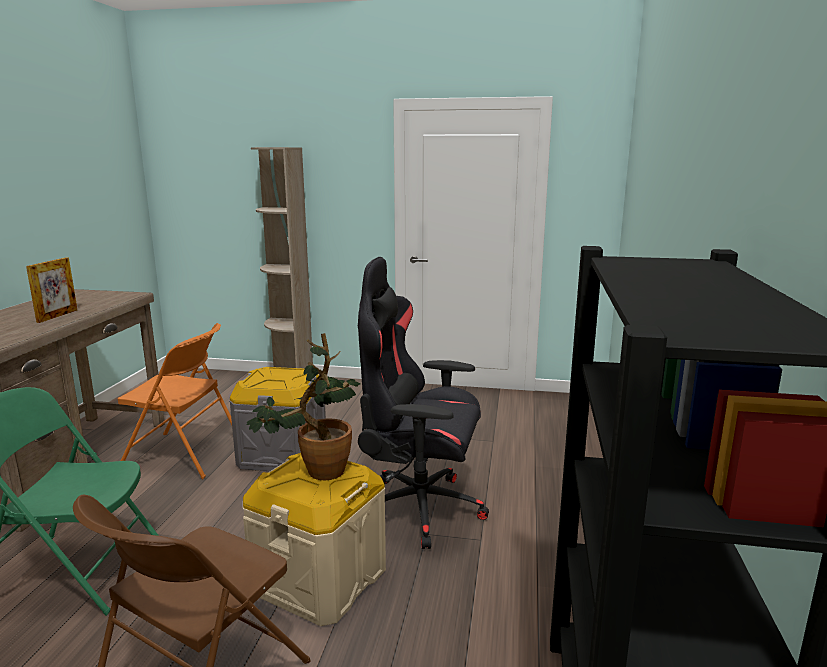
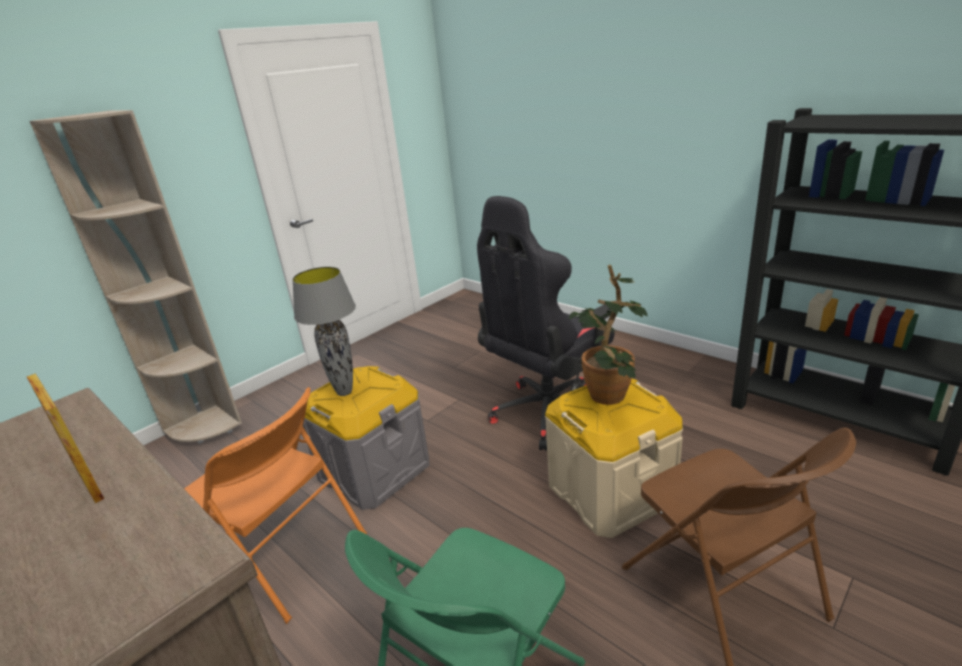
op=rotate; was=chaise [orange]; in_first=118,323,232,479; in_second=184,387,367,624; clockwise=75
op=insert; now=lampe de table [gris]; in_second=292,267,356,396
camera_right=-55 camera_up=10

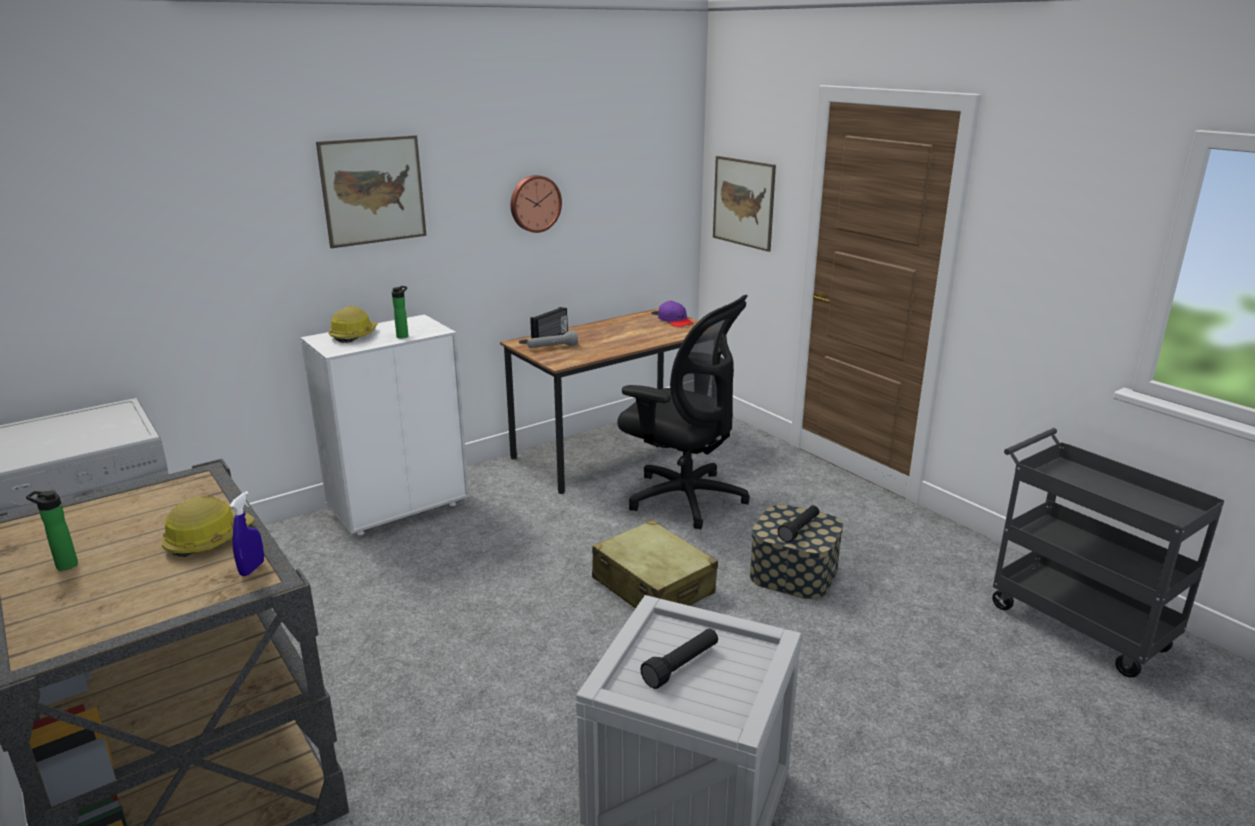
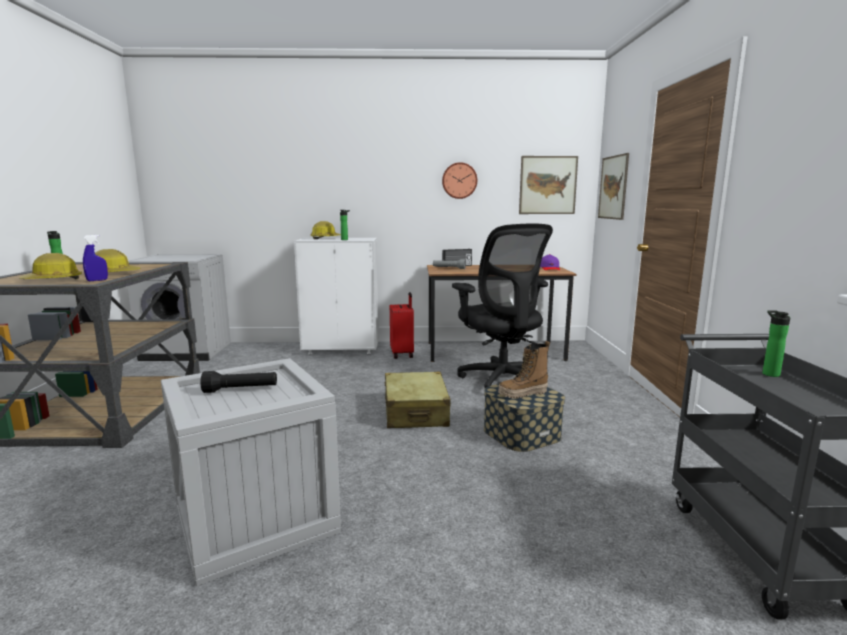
op=insert; now=casque de chantier; in_second=19,253,82,279
op=insert; now=valise [rouge]; in_second=390,292,414,359
op=replace; was=lampe de poche [noir]; now=botte; in_first=777,505,819,542; in_second=498,341,550,399
op=move; was=tableau; in_first=316,135,427,248; in_second=519,156,578,214
op=insert; now=bouteille; in_second=762,310,790,377
camera_right=35 camera_up=-10

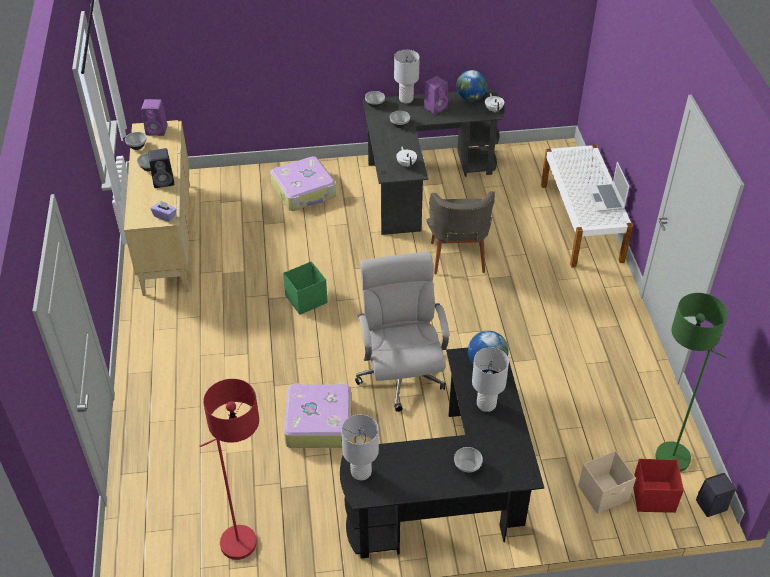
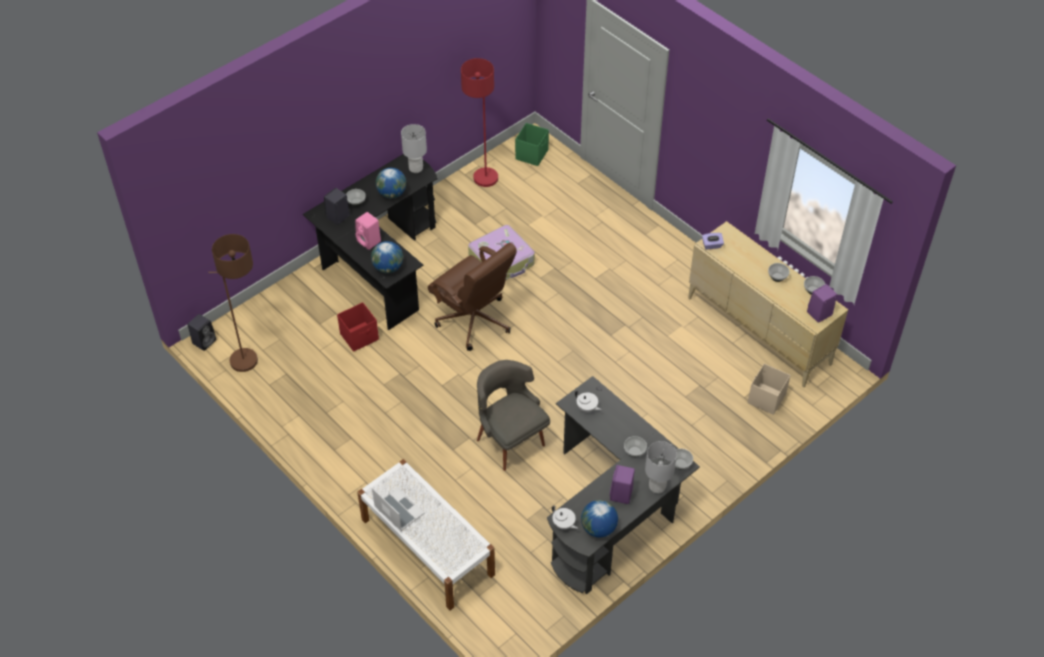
op=recolor; was=lampadaire [vert]; now=lampadaire [marron]; in_first=655,293,728,472; in_second=209,234,258,372
op=move; was=enceinte [noir]; in_first=148,148,174,188; in_second=324,188,350,225
op=move; was=boîte de rangement [rouge]; in_first=633,459,684,513; in_second=337,302,379,352
op=replace; was=lampe de table [gris]; now=enceinte [rose]; in_first=472,347,509,412; in_second=355,212,381,250
op=insert; now=globe; in_second=376,168,406,198
op=recolor; was=chaise de bureau [gris]; now=chaise de bureau [marron]; in_first=355,252,450,412; in_second=428,243,517,351
op=move; was=boîte de rangement [vert]; in_first=283,261,328,315; in_second=515,123,549,166
op=move; was=boîte de rangement [beige]; in_first=578,451,636,514; in_second=748,364,791,415
op=delete; was=valise; in_first=270,156,336,211
camera_right=145 camera_up=5

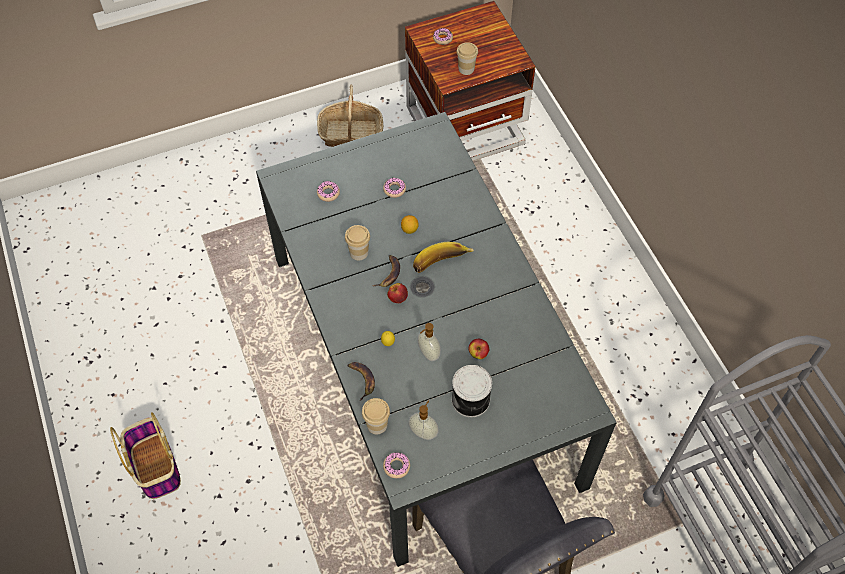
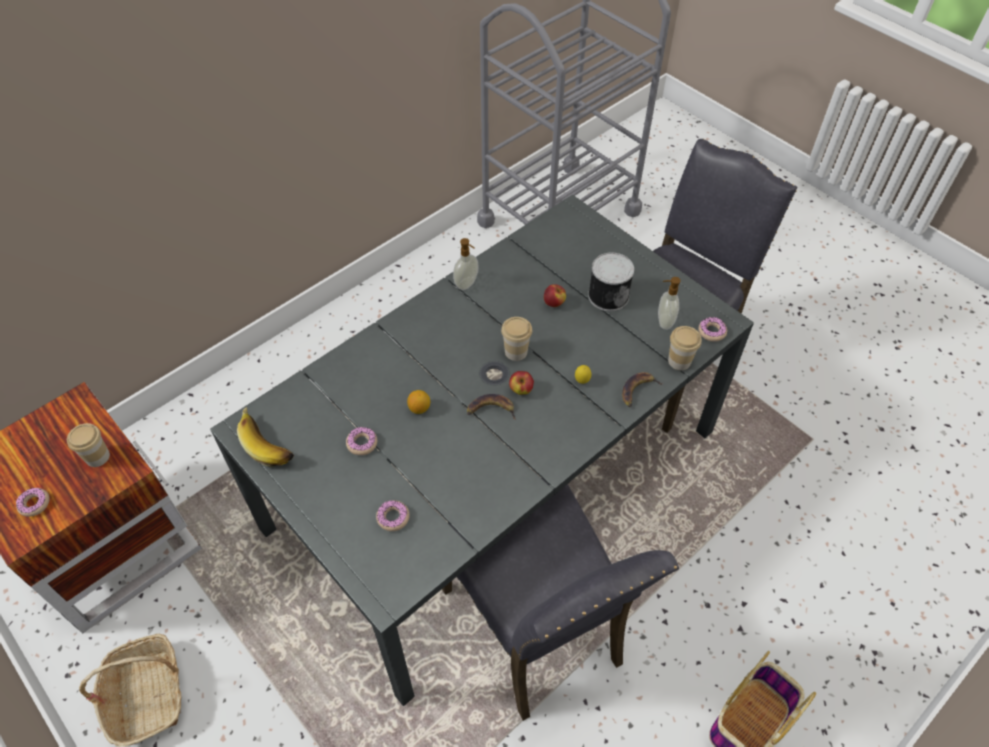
op=move; was=banane; in_first=413,242,474,273; in_second=237,407,294,466
op=insert; now=chaise [gris]; in_second=442,478,679,721
op=move; was=distributeur de savon; in_first=418,323,441,361; in_second=453,238,479,290
op=move; was=tasse; in_first=345,225,370,260; in_second=501,317,532,361
camera_right=-110 camera_up=-5

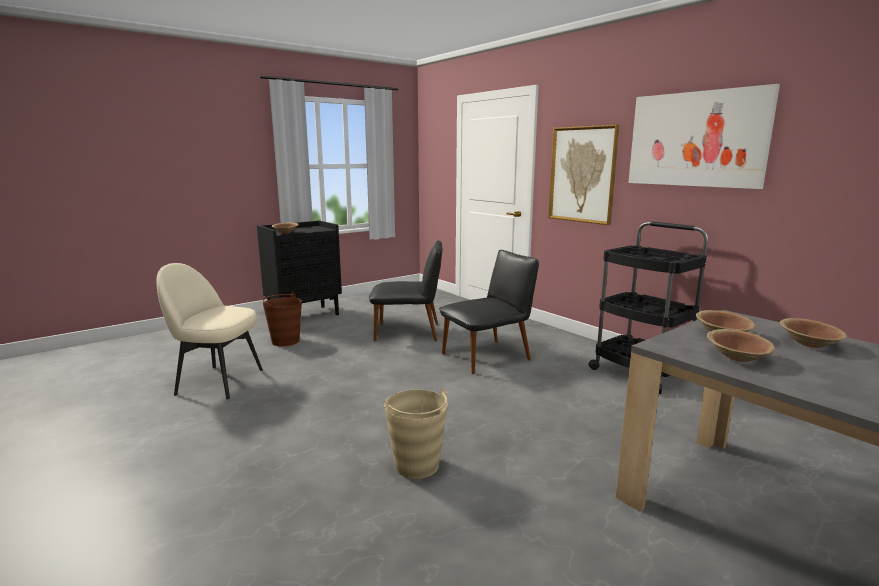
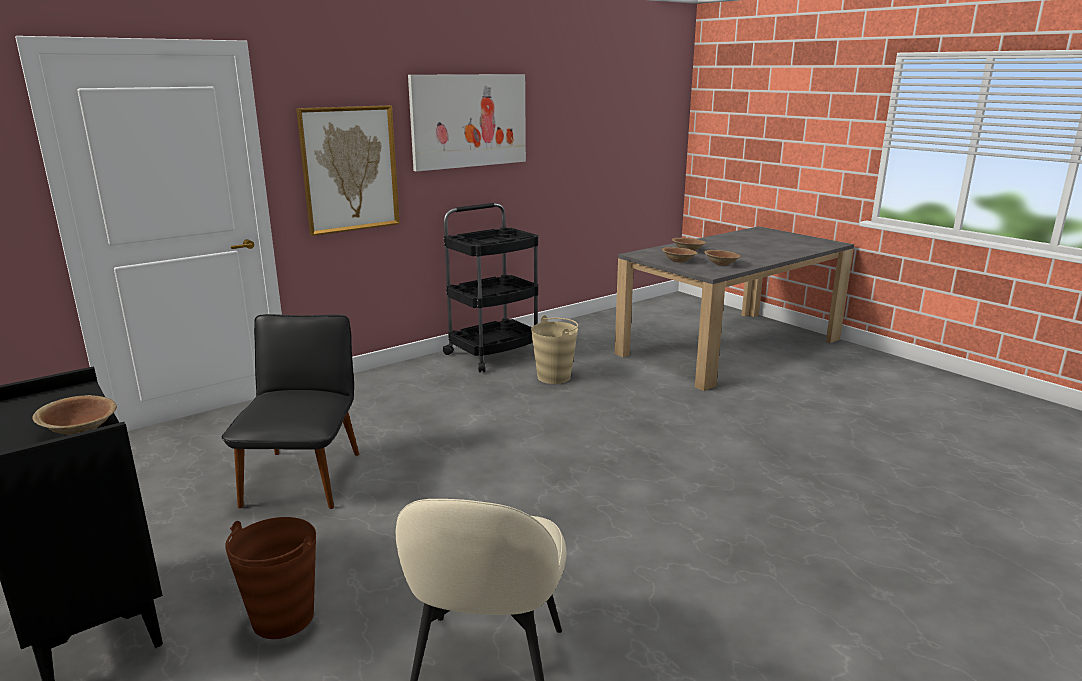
op=move; was=seau [beige]; in_first=384,388,448,479; in_second=531,315,578,384
op=delete; was=chaise [noir]; in_first=439,250,539,374
camera_right=-90 camera_up=5

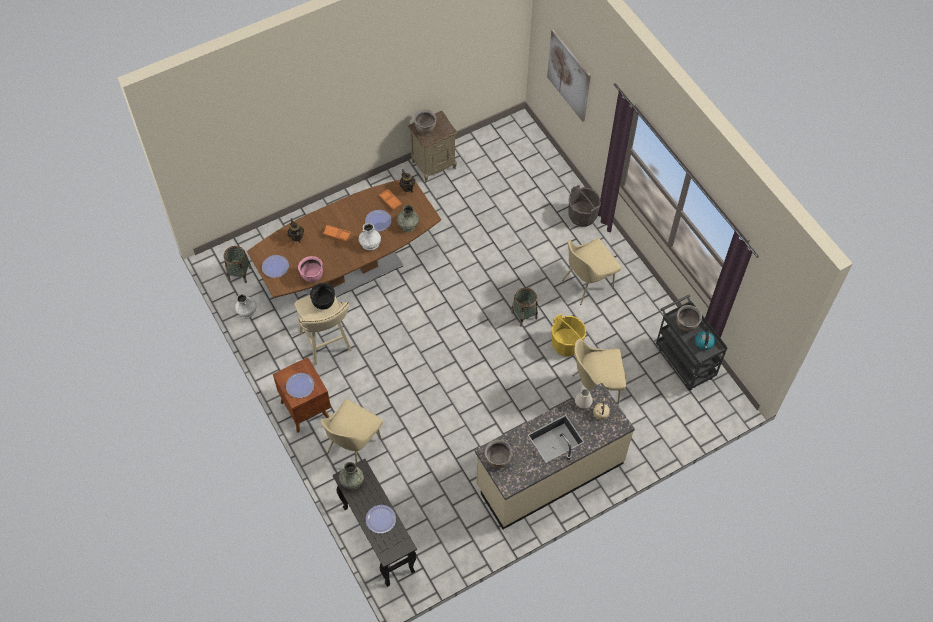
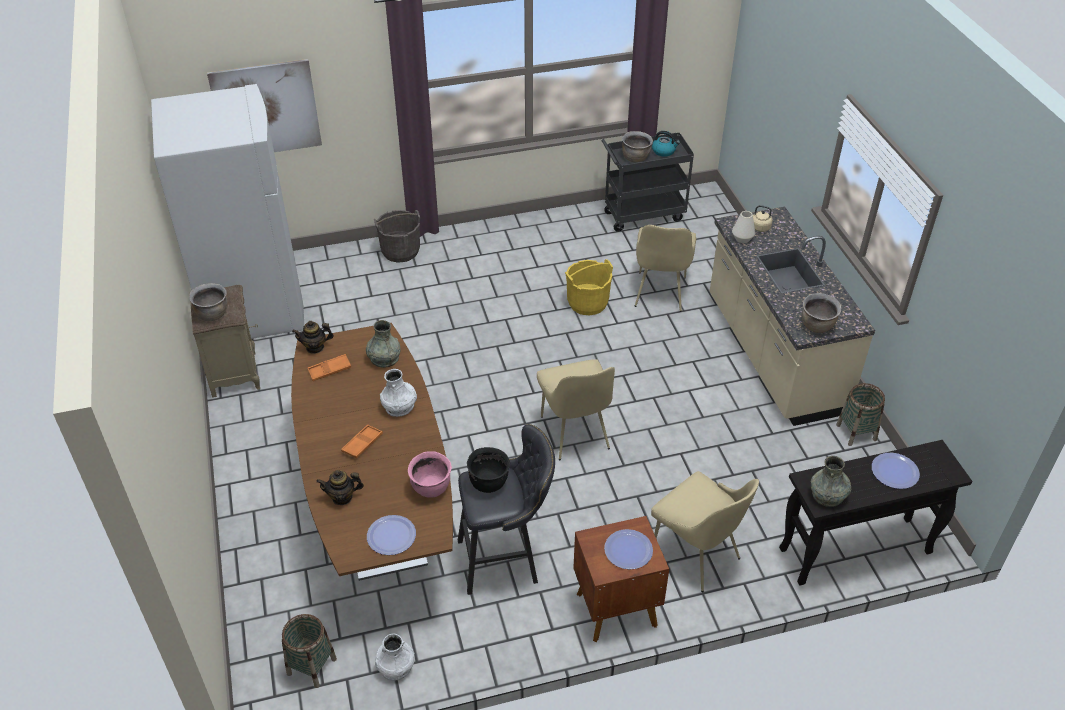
op=insert; now=réfrigérateur [blanc]; in_second=151,84,304,339
op=recolor; was=tabouret [beige]; now=tabouret [noir]; in_first=294,295,352,366; in_second=458,424,555,595
op=move; was=chaise [beige]; in_first=562,238,621,305; in_second=537,359,615,461
op=move; was=panier; in_first=511,288,538,327; in_second=836,383,885,446
op=delete; was=assiette; in_first=365,210,392,232
camera_right=-75 camera_up=-15

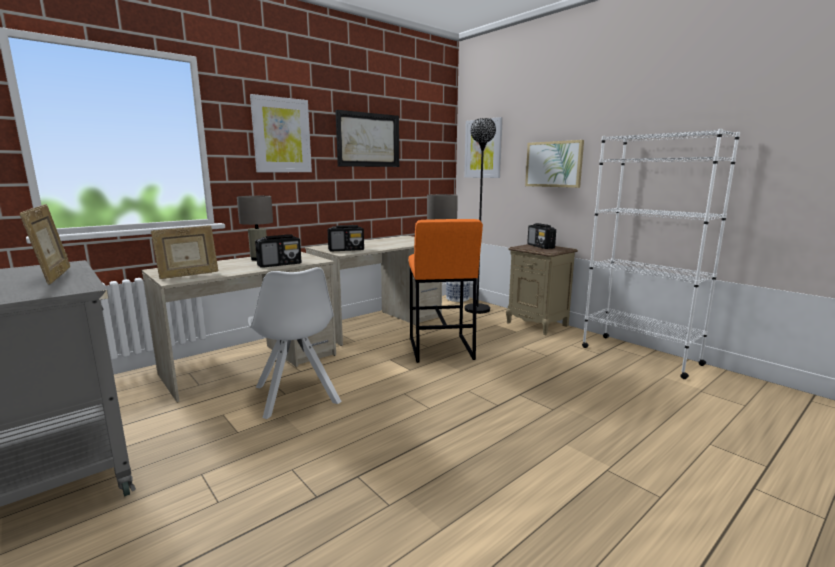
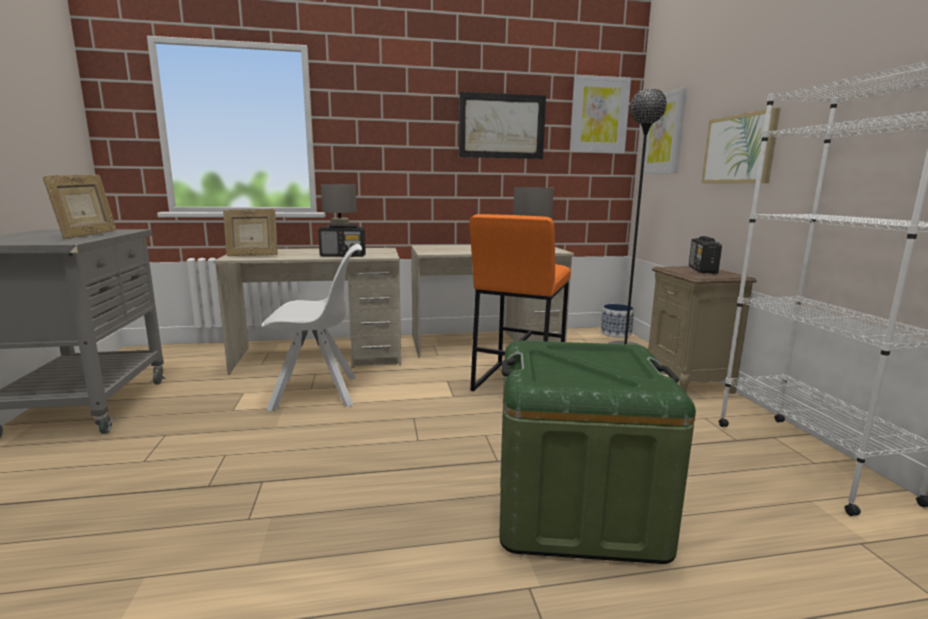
op=rotate; was=chaise [blanc]; in_first=248,267,342,419; in_second=261,244,362,411; clockwise=-105
op=insert; now=boîte de rangement [vert]; in_second=499,340,696,564
op=move; was=tableau; in_first=250,94,312,172; in_second=570,75,631,154
op=delete; was=radio; in_first=327,225,364,252
camera_right=30 camera_up=0

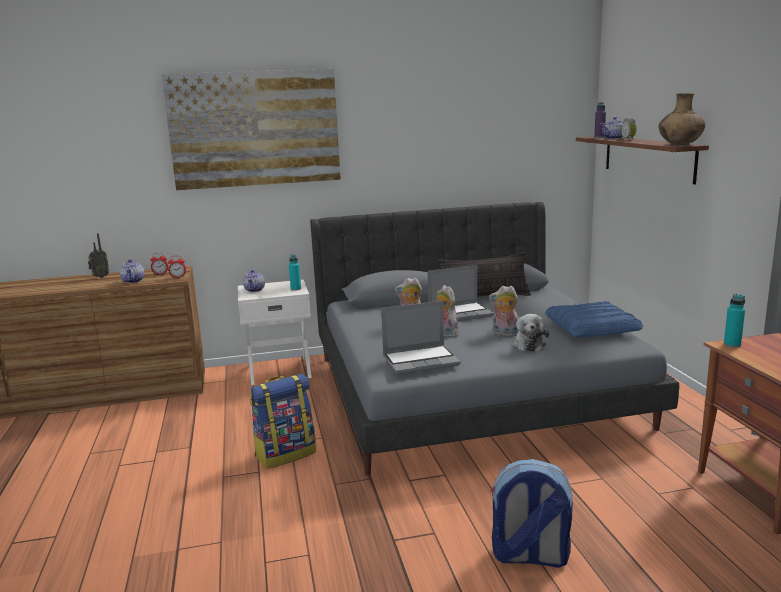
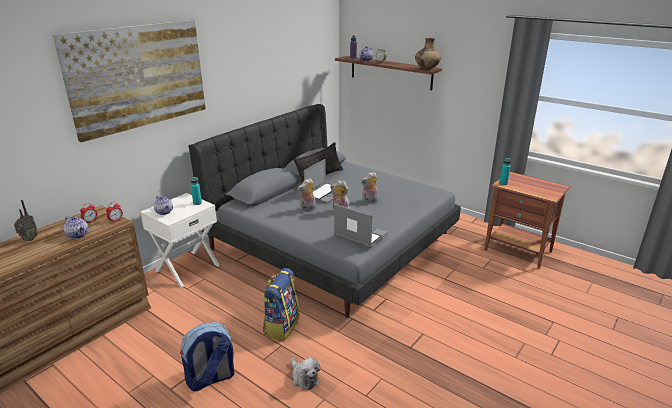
op=move; was=sac à dos; in_first=490,459,573,568; in_second=180,322,235,391
op=move; was=peluche; in_first=512,314,549,352; in_second=291,358,321,390
op=rotate; was=ordinateur portable; in_first=381,301,461,374; in_second=334,204,388,247; clockwise=-90
op=delete; was=coussin [bleu]; in_first=545,301,643,338
camera_right=-40 camera_up=10

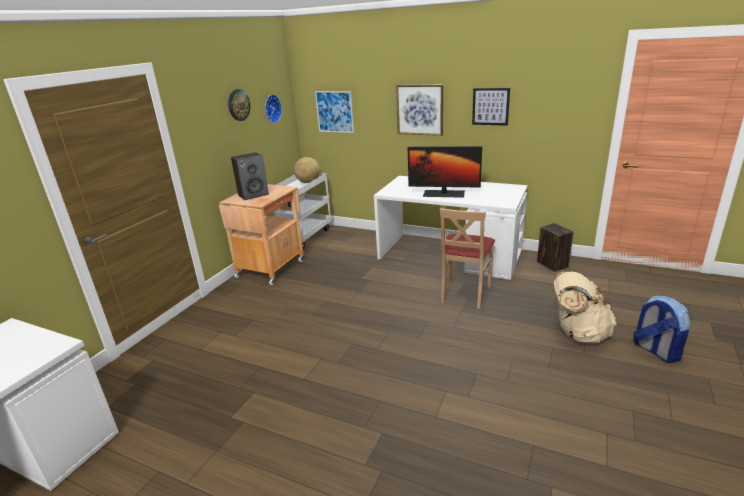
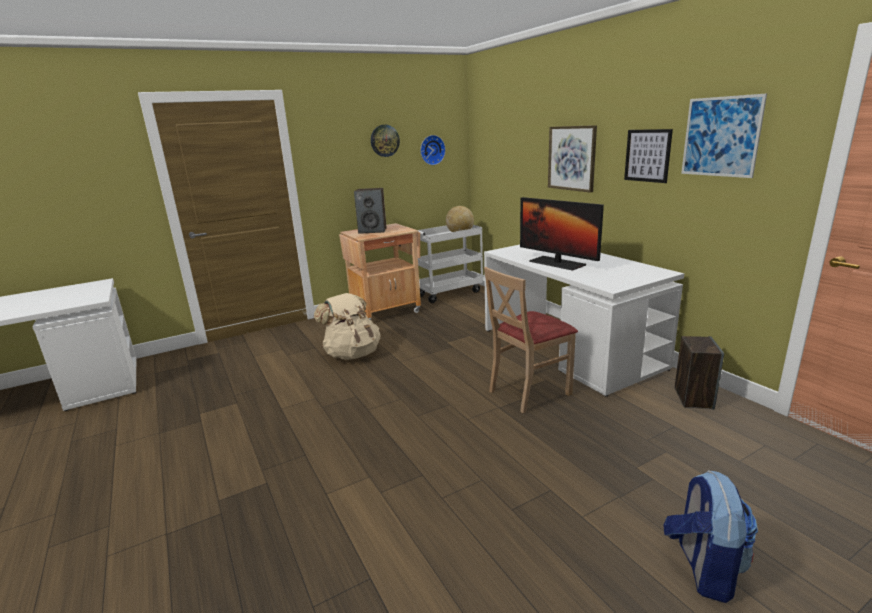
op=move; was=sac à dos [beige]; in_first=554,271,617,343; in_second=314,293,380,360
op=move; was=tableau; in_first=315,91,354,133; in_second=681,94,767,178
camera_right=35 camera_up=-5

